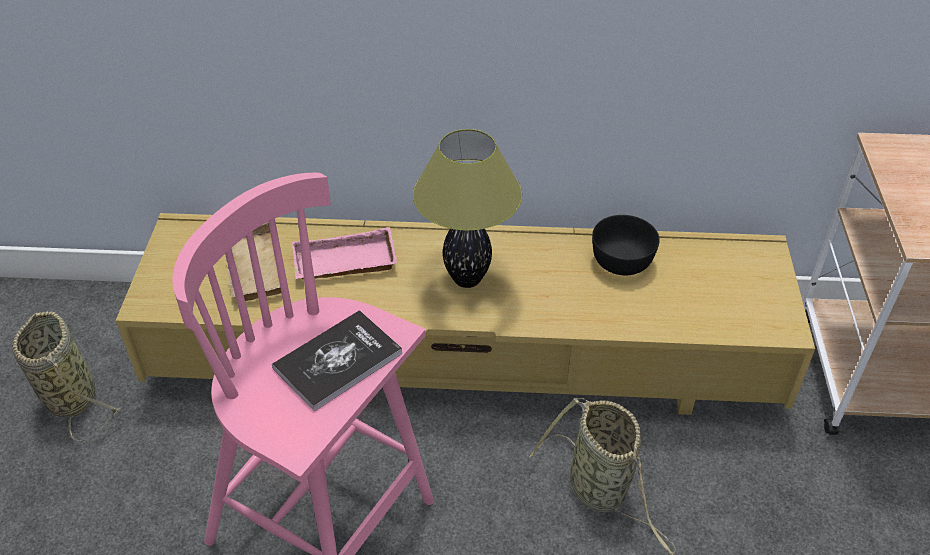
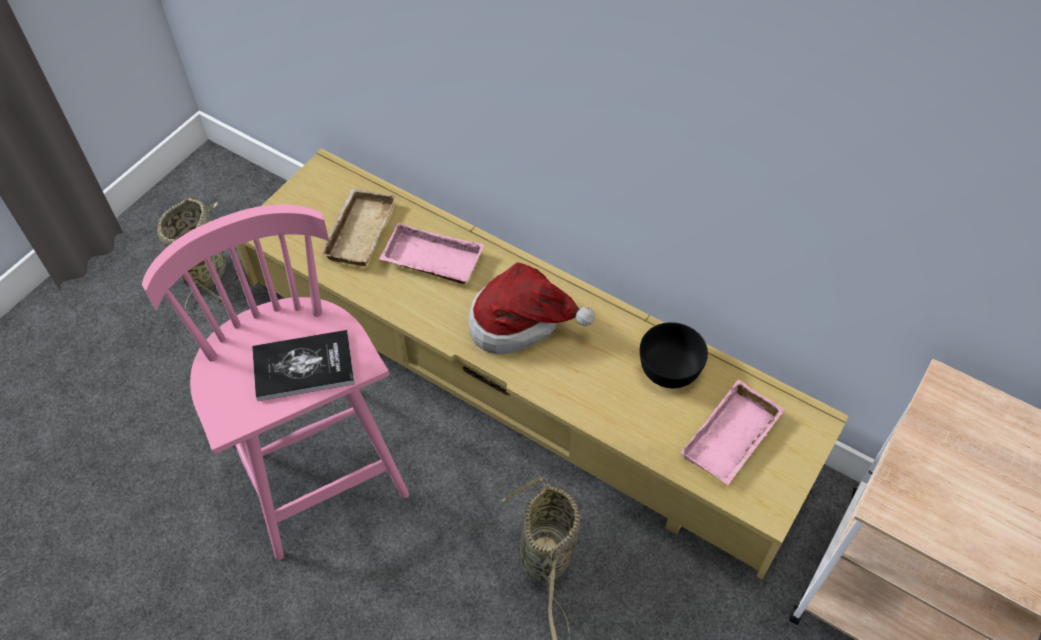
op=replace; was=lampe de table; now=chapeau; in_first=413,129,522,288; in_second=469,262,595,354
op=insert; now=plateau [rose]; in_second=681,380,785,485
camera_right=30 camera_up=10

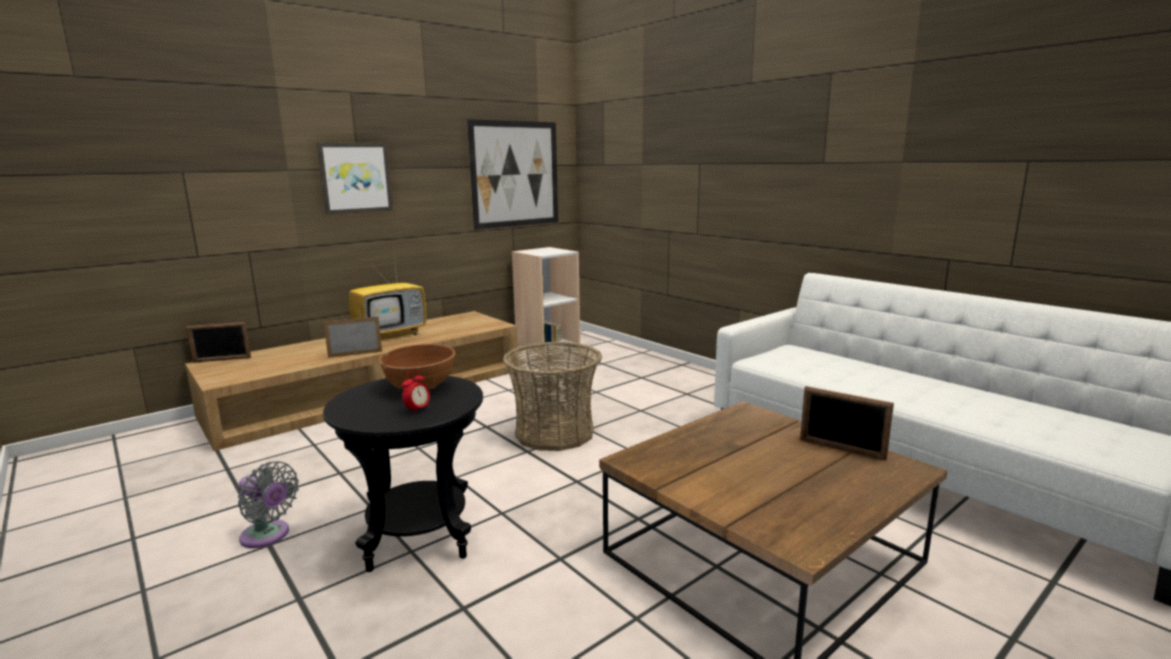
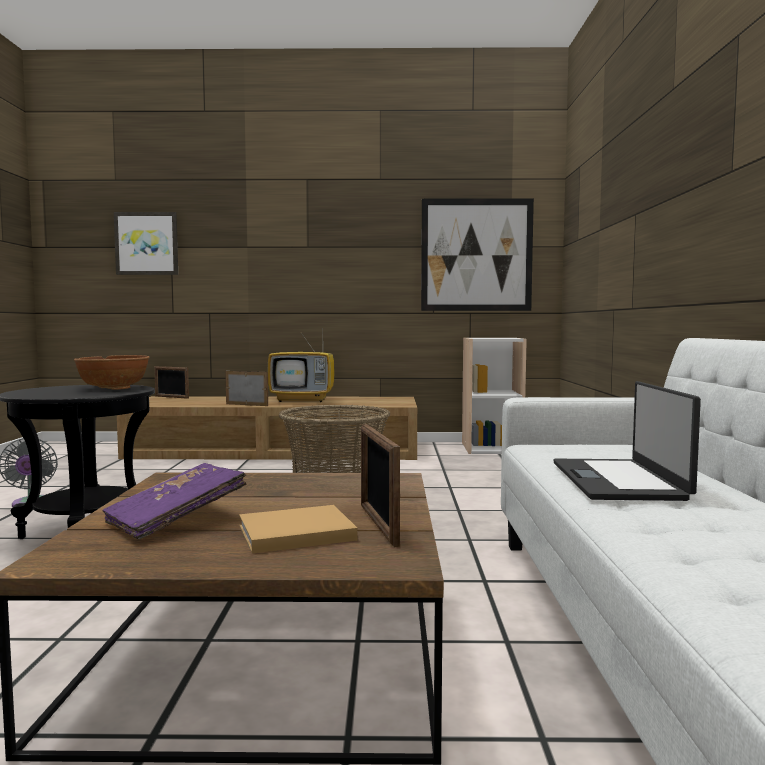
op=insert; now=livre [violet]; in_second=103,463,247,539
op=move; was=tableau; in_first=316,142,393,214; in_second=114,212,178,275
op=insert; now=livre [beige]; in_second=239,505,358,554
op=insert; now=ordinateur portable; in_second=554,381,701,501
op=delete; was=réveil; in_first=402,371,430,414
camera_right=40 camera_up=-10

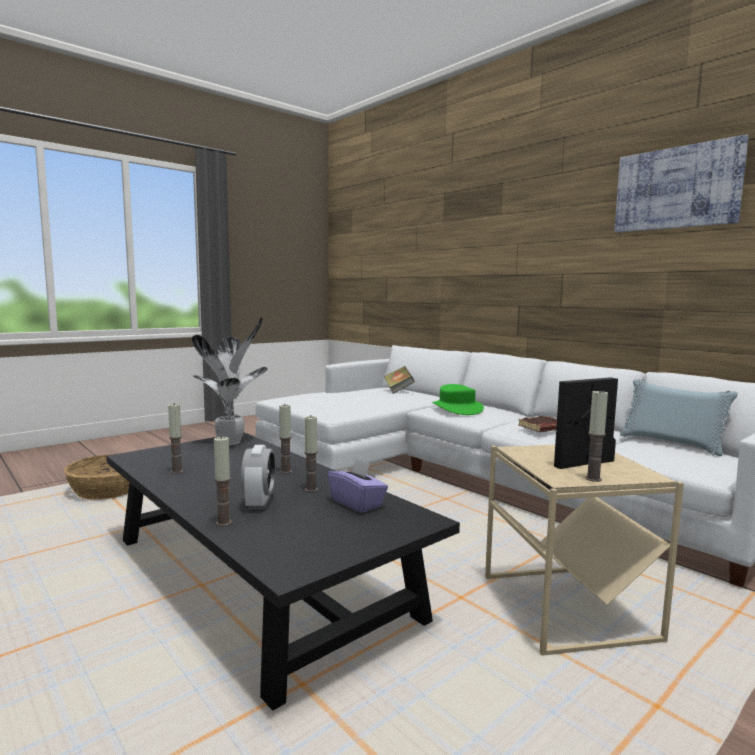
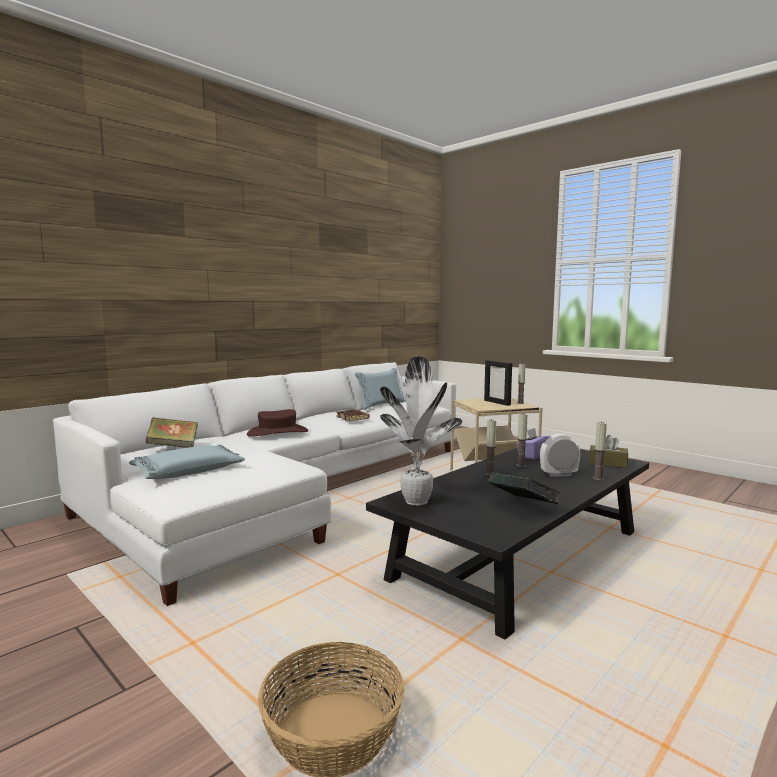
op=insert; now=coussin [bleu]; in_second=129,445,245,479
op=recolor; was=chapeau [vert]; now=chapeau [marron]; in_first=432,384,484,415; in_second=247,409,308,437
op=replace; was=bougie; now=livre; in_first=168,404,183,474; in_second=488,472,562,504
op=insert; now=boîte à mouchoirs [marron]; in_second=589,435,628,468
op=delete; was=tableau; in_first=614,134,749,232
camera_right=-95 camera_up=0

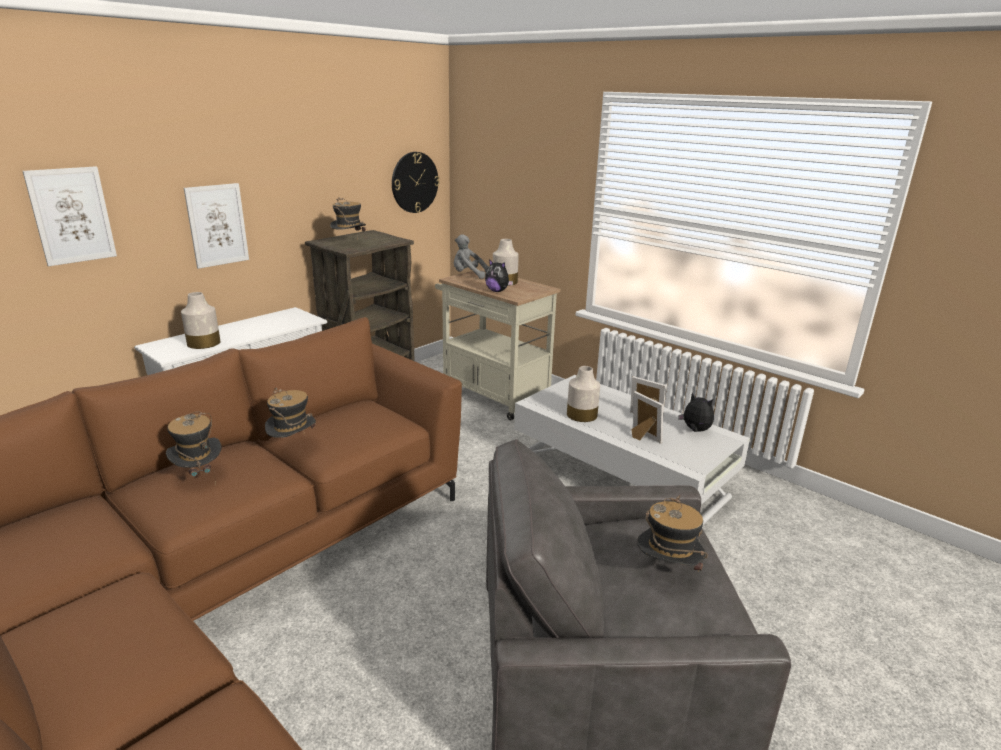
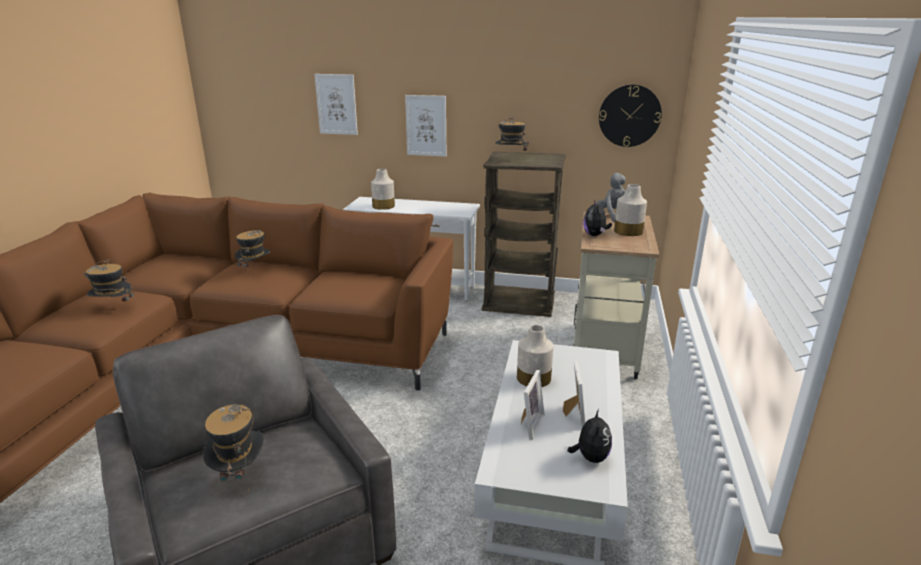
op=move; was=chapeau; in_first=265,388,316,438; in_second=84,259,137,306
camera_right=60 camera_up=0

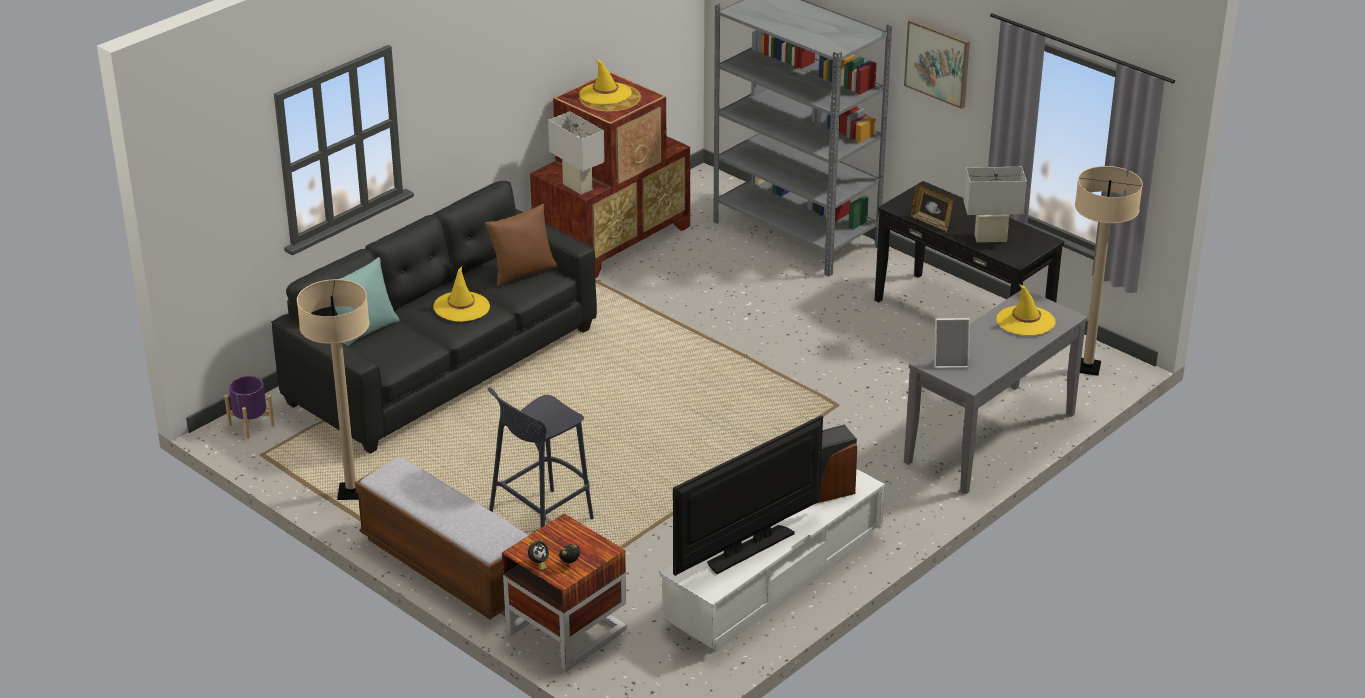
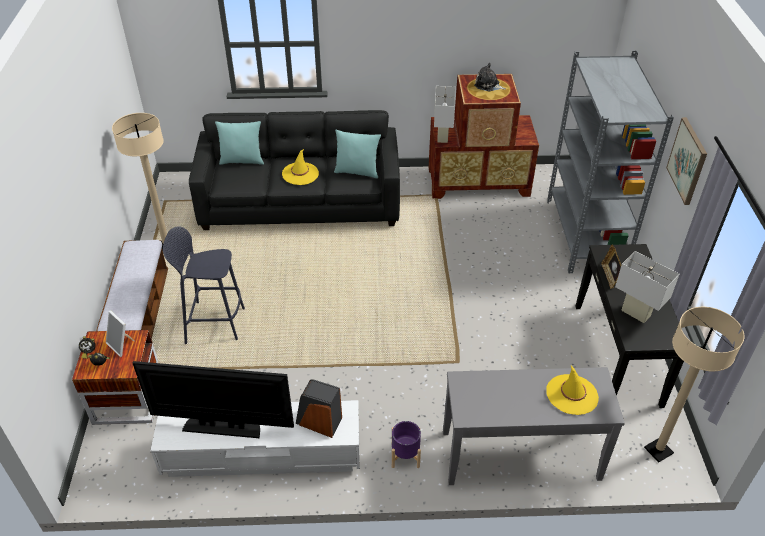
op=move; was=cadre photo; in_first=934,318,970,368; in_second=106,310,135,357
op=recolor; was=coussin [marron]; now=coussin [turquoise]; in_first=485,204,558,287; in_second=334,130,381,179
op=move; was=cache-pot [violet]; in_first=224,376,275,439; in_second=392,421,421,468
op=replace; was=chapeau [jaune]; now=peluche; in_first=579,59,632,105; in_second=474,63,506,92
camera_right=45 camera_up=10

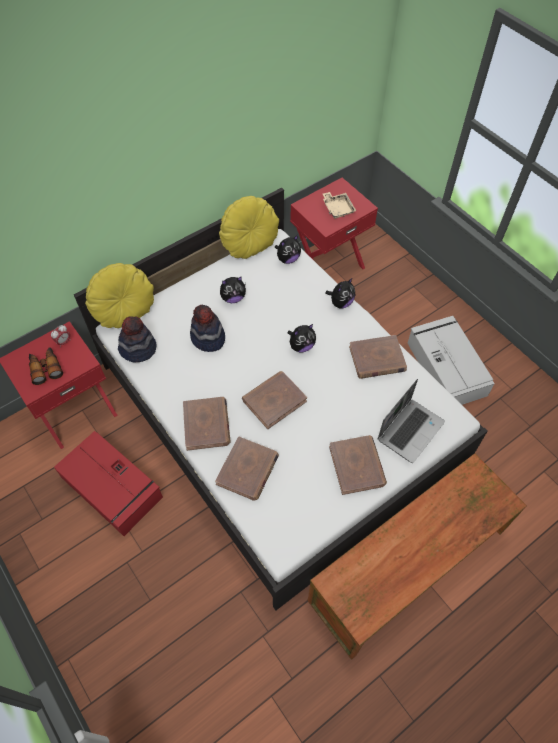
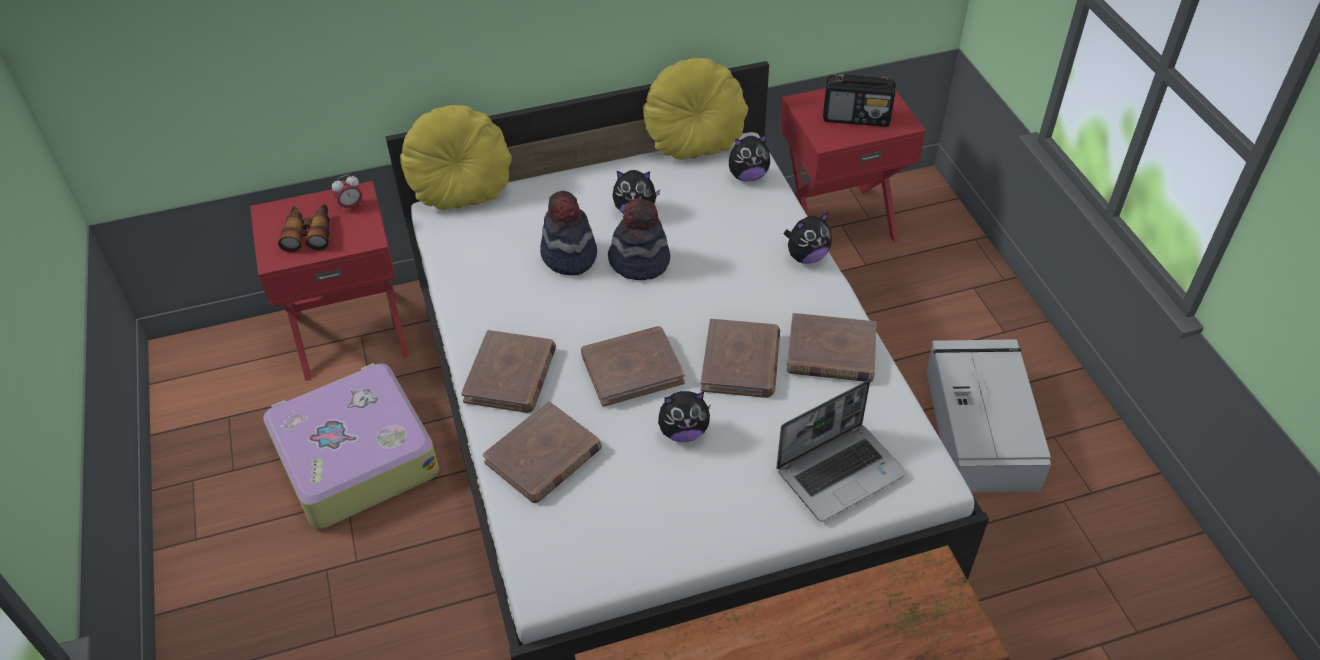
op=replace; was=boîte de rangement [rouge]; now=valise; in_first=54,431,163,536; in_second=263,363,439,529
op=move; was=chapeau; in_first=118,316,157,362; in_second=608,199,670,280
op=move; was=peluche; in_first=287,324,316,352; in_second=658,391,711,442
op=move; was=livre [marron]; in_first=329,435,387,495; in_second=701,319,780,398
op=replace; was=plateau [beige]; now=radio; in_first=323,192,356,219; in_second=823,73,896,127
camera_right=20 camera_up=-10

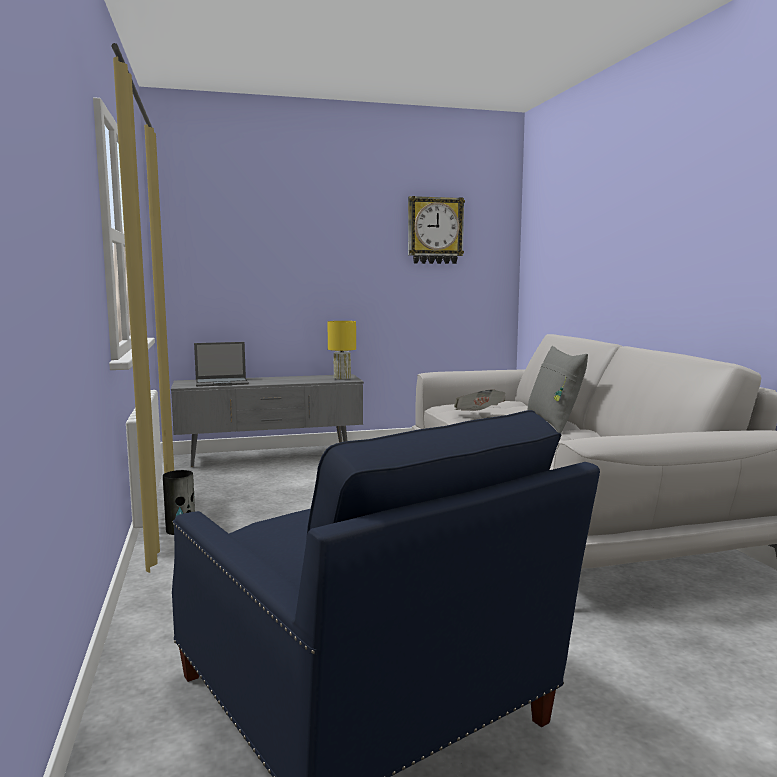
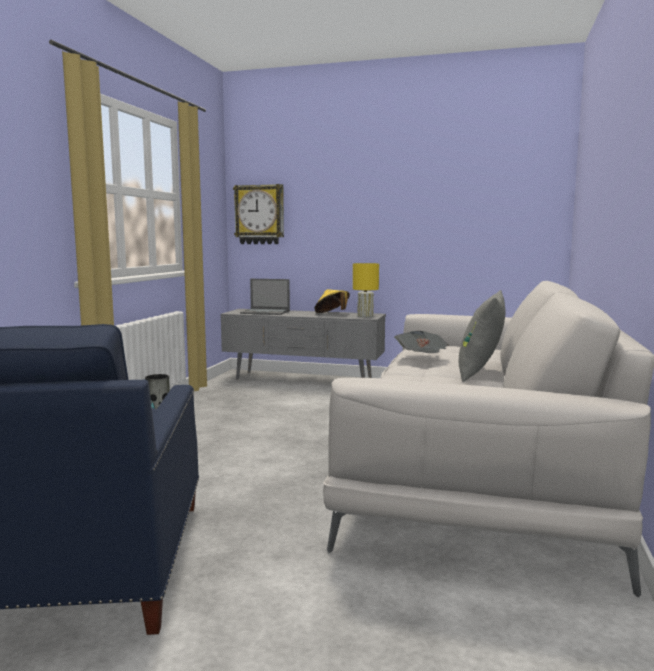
op=move; was=horloge murale; in_first=408,196,465,264; in_second=233,184,284,244
op=insert; now=chapeau [jaune]; in_second=315,289,350,313
camera_right=30 camera_up=0

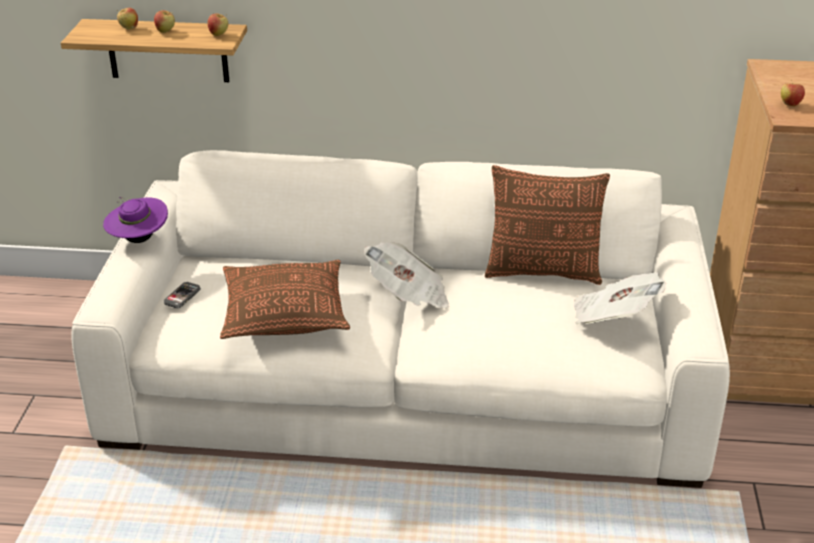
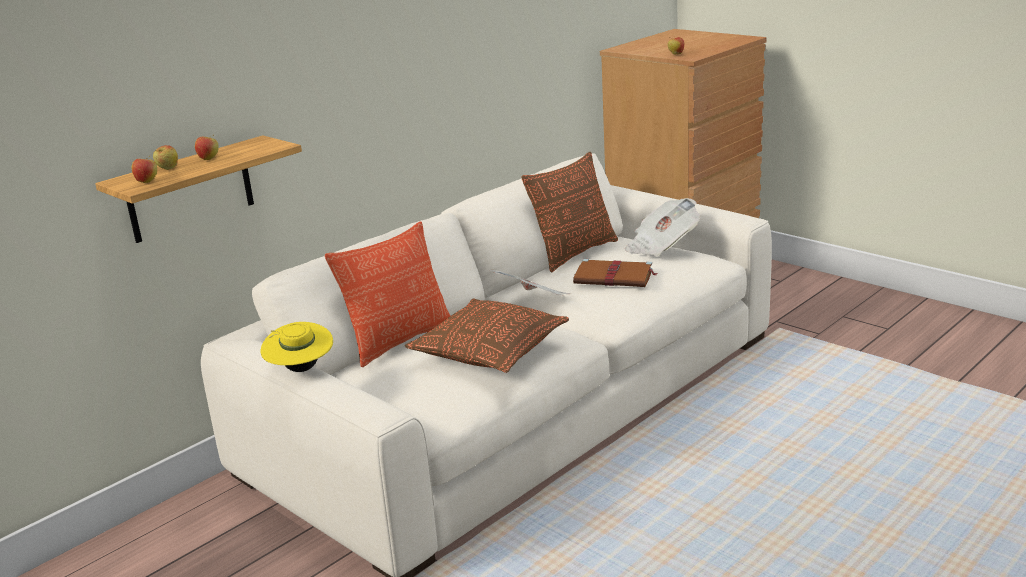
op=move; was=pomme; in_first=208,13,228,36; in_second=132,156,157,183
op=recolor; was=chapeau [violet]; now=chapeau [jaune]; in_first=103,197,168,243; in_second=260,322,333,372
op=insert; now=coussin [orange]; in_second=325,221,451,367
op=insert; now=livre [marron]; in_second=573,259,658,287
op=delete; was=téléphone; in_first=163,282,201,308
camera_right=-50 camera_up=-10

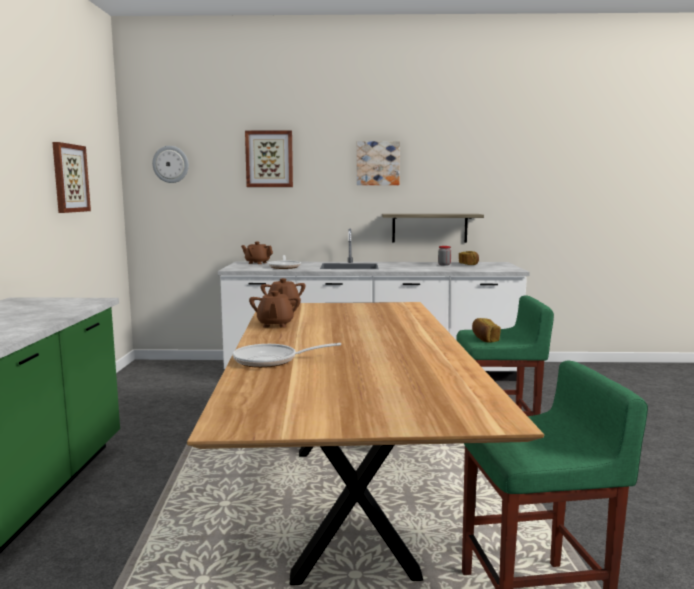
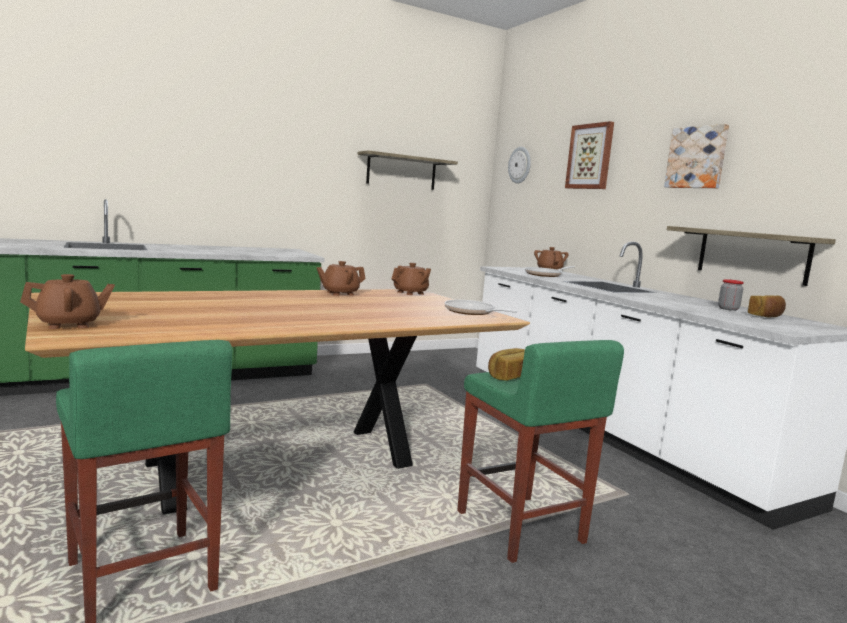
op=insert; now=théière [marron]; in_second=20,274,115,329
op=replace; was=tableau; now=étagère; in_first=52,142,91,213; in_second=357,150,458,190
op=move; was=poêle; in_first=233,343,341,368; in_second=445,300,517,315
camera_right=60 camera_up=0

